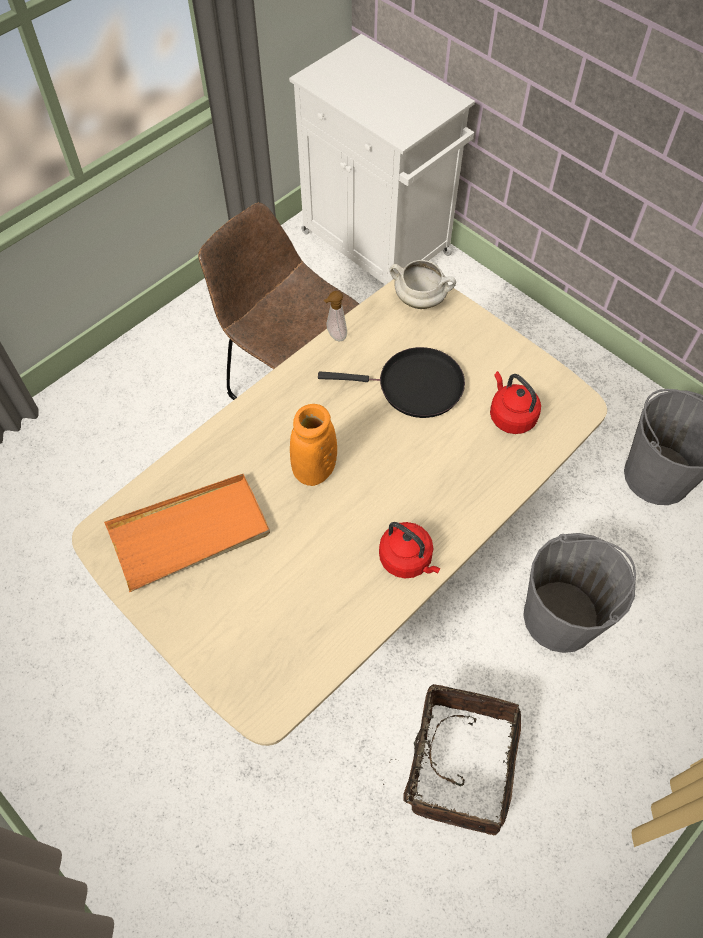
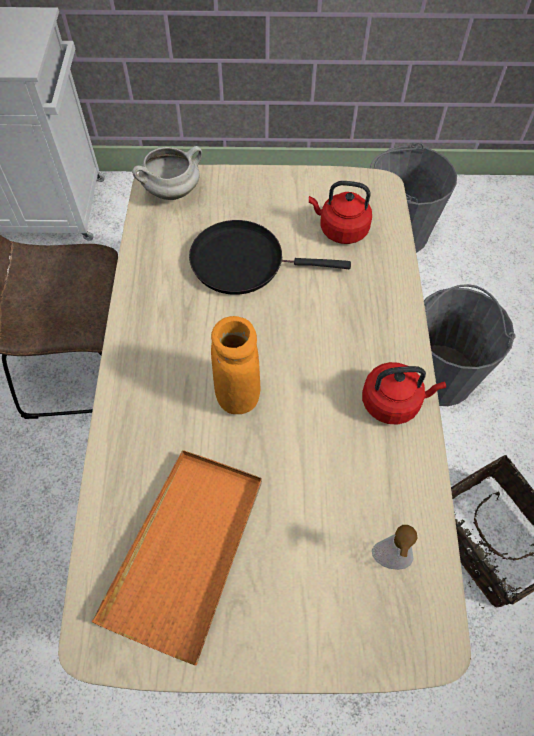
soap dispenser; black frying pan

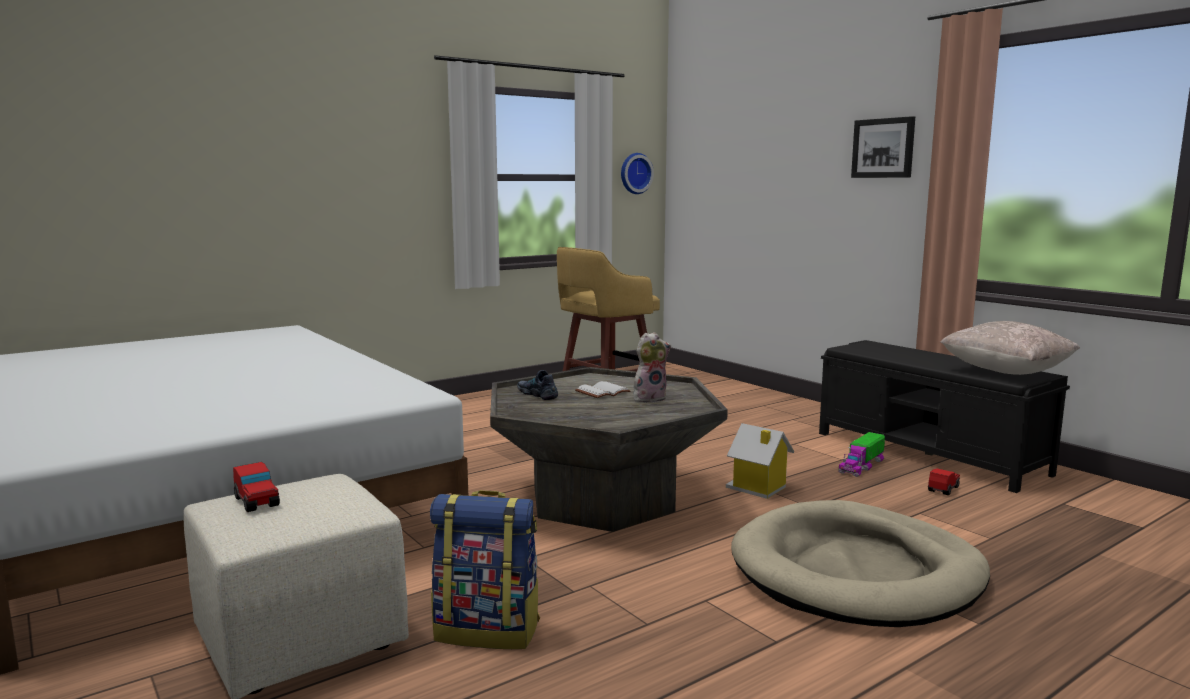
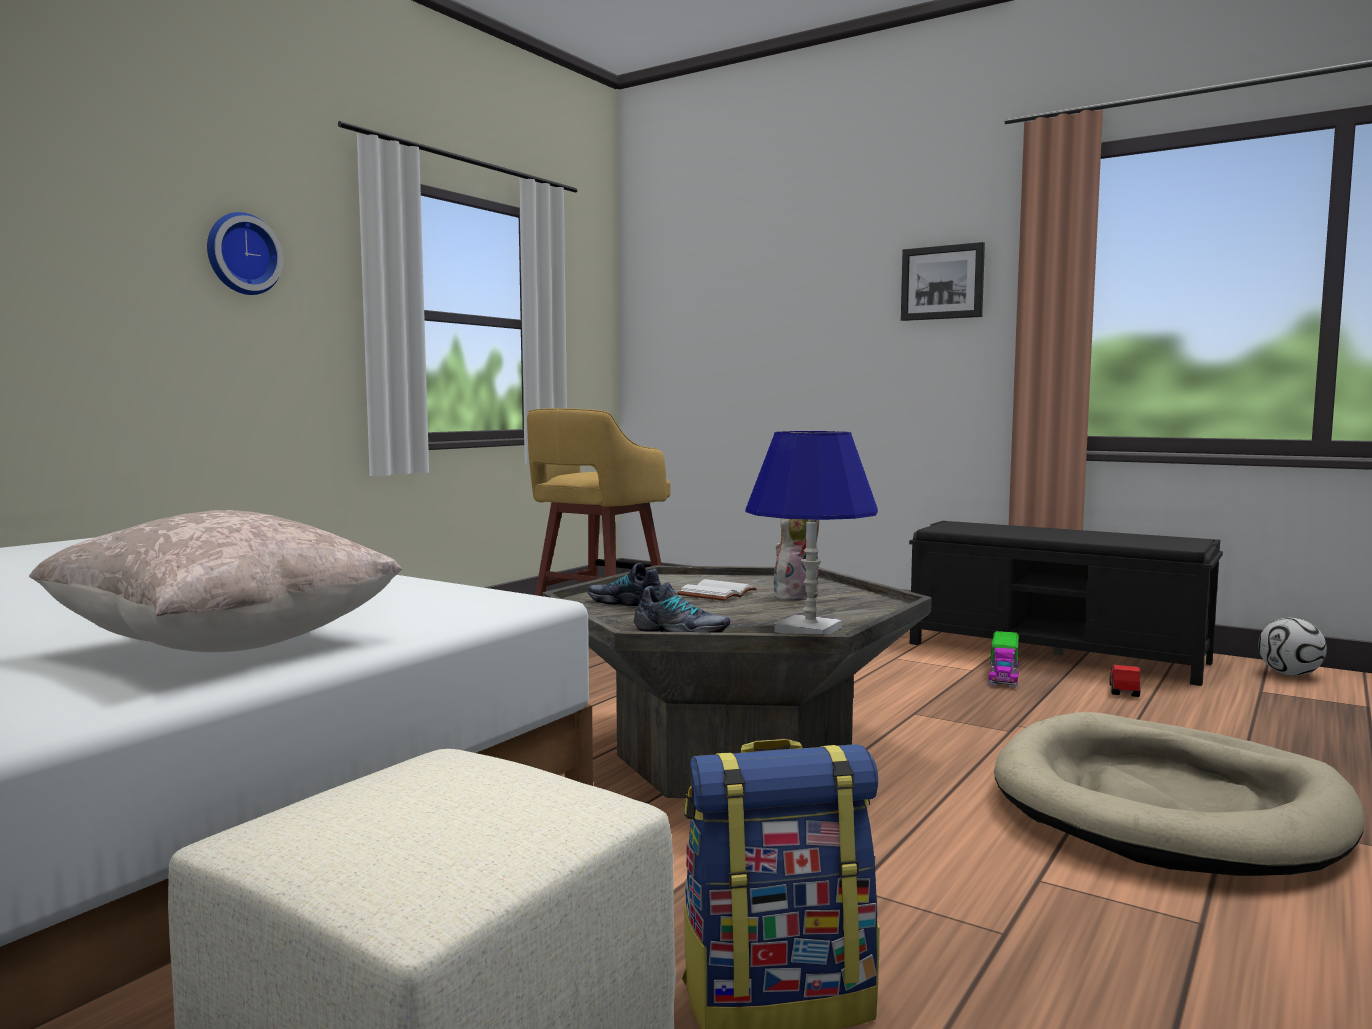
wall clock; beige pillow; toy house; toy car (1st from left in the first image); blue table lamp; shoe (2nd from left); football

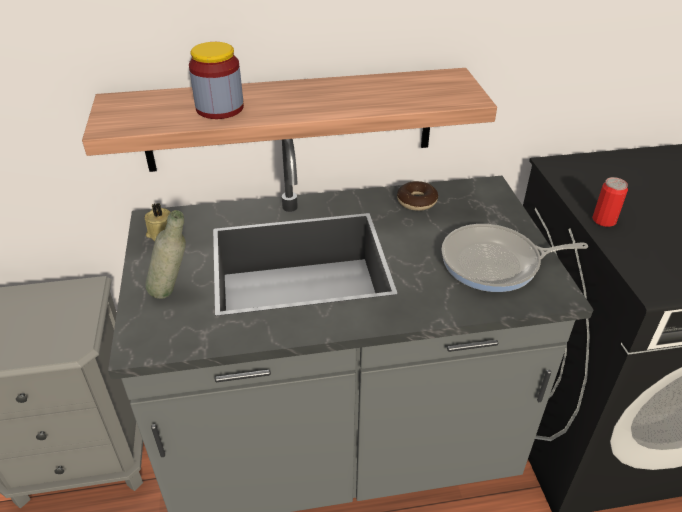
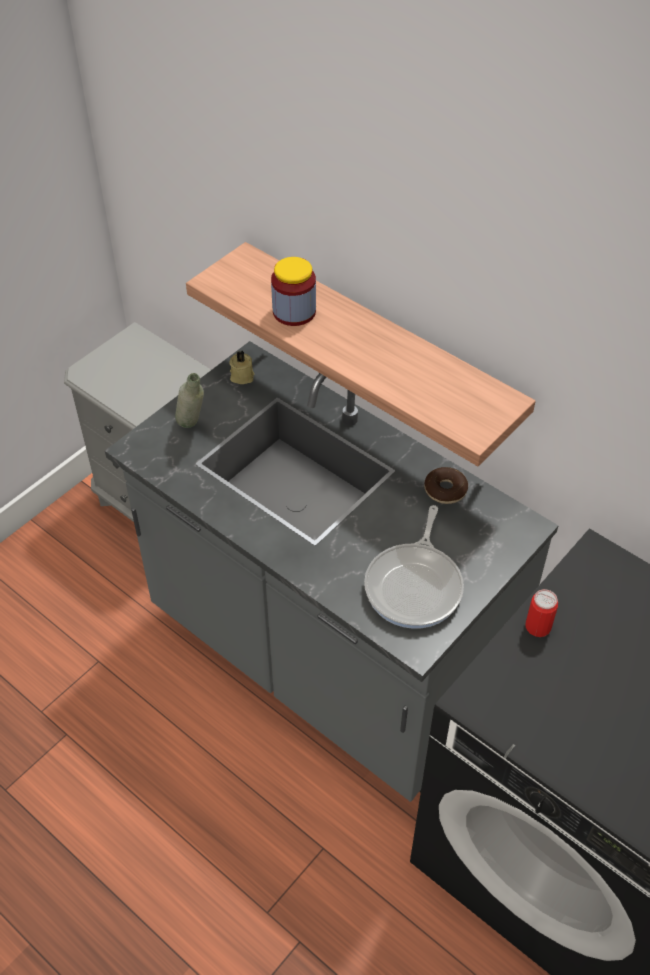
frying pan

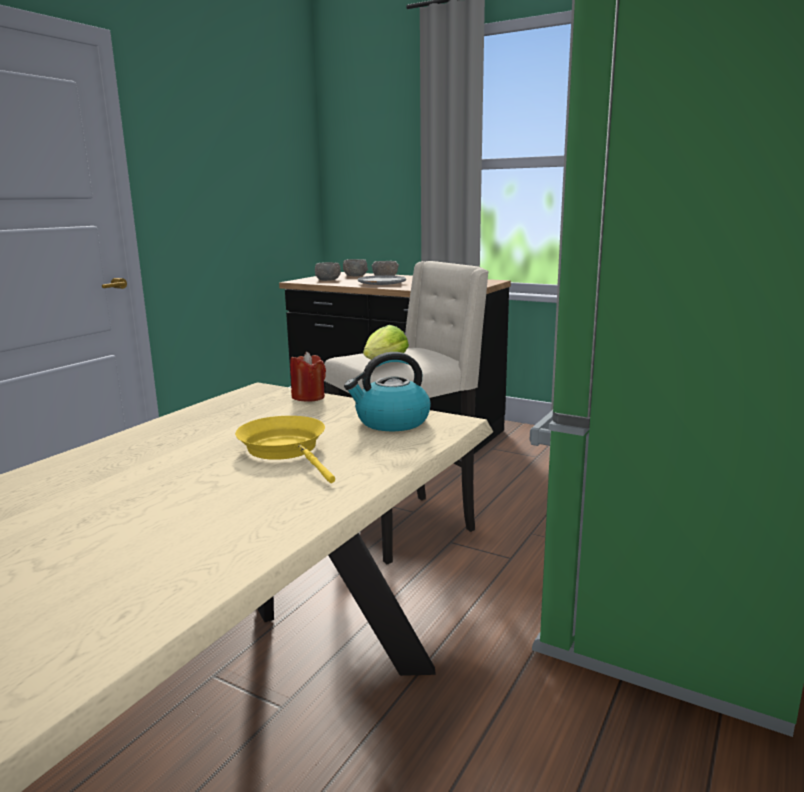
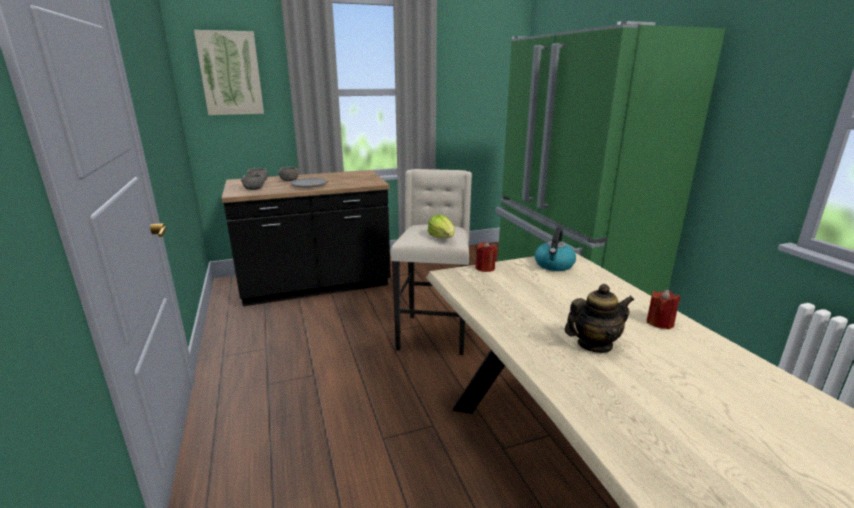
yellow frying pan; picture; teapot; red candle (2nd from left)

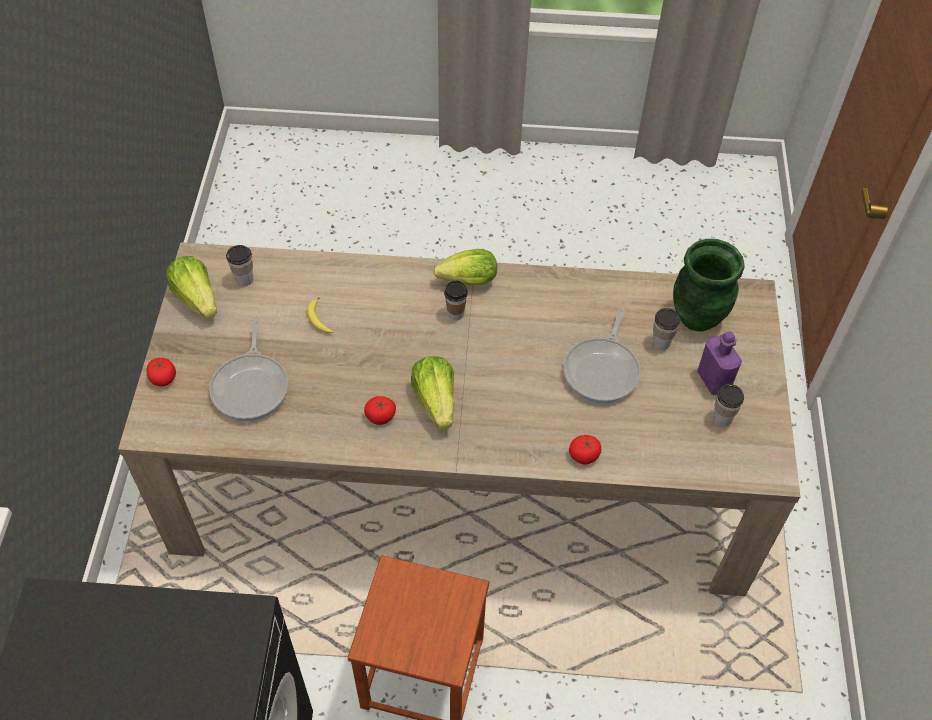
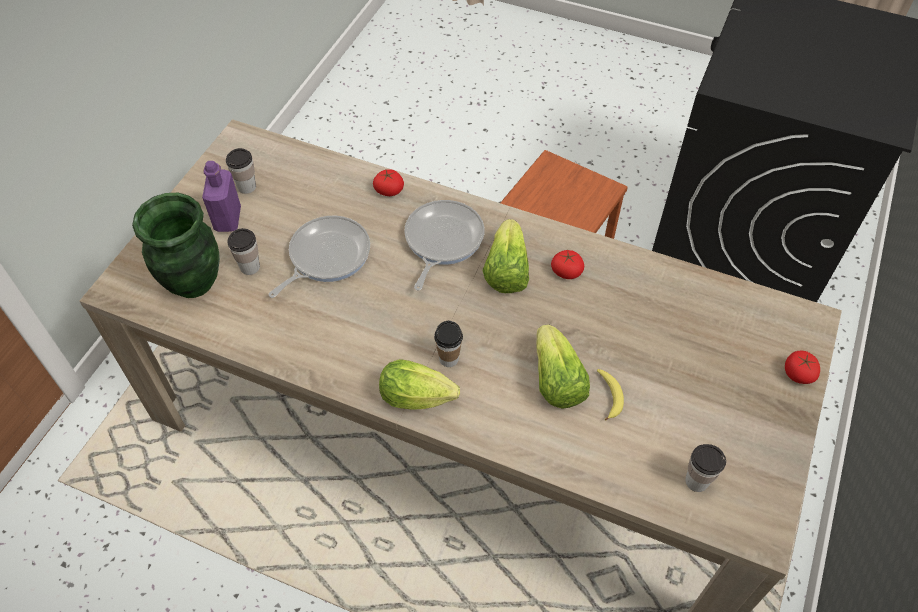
lettuce (3rd from left); frying pan (2nd from left)

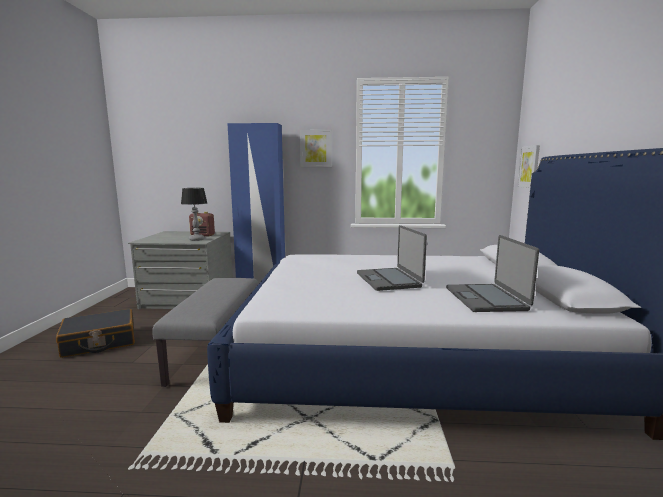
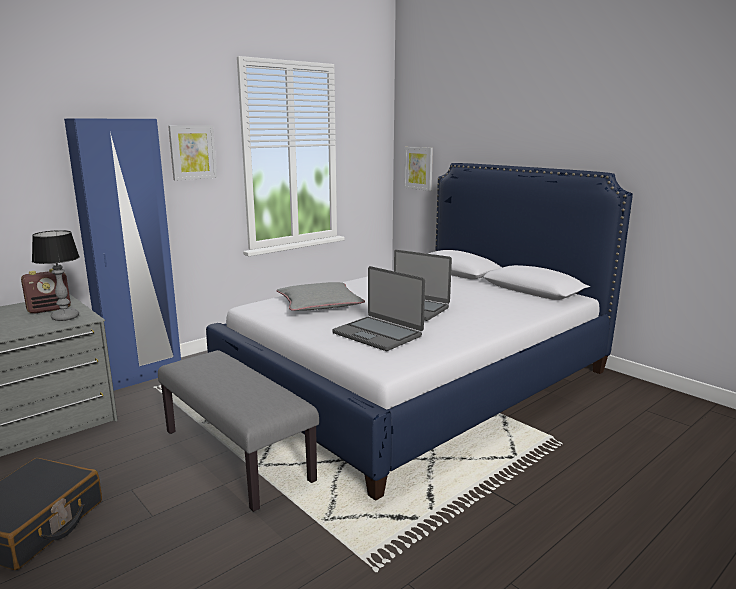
laptop (1st from left); grey pillow

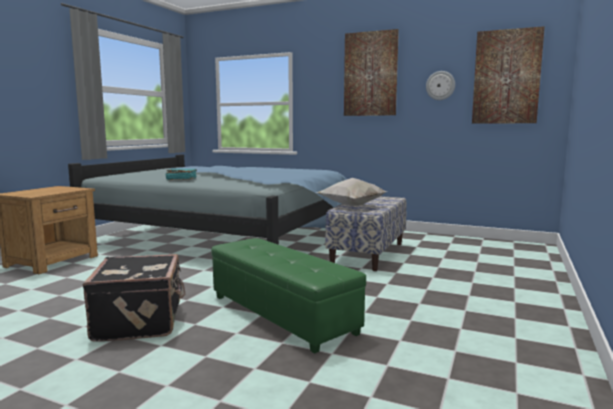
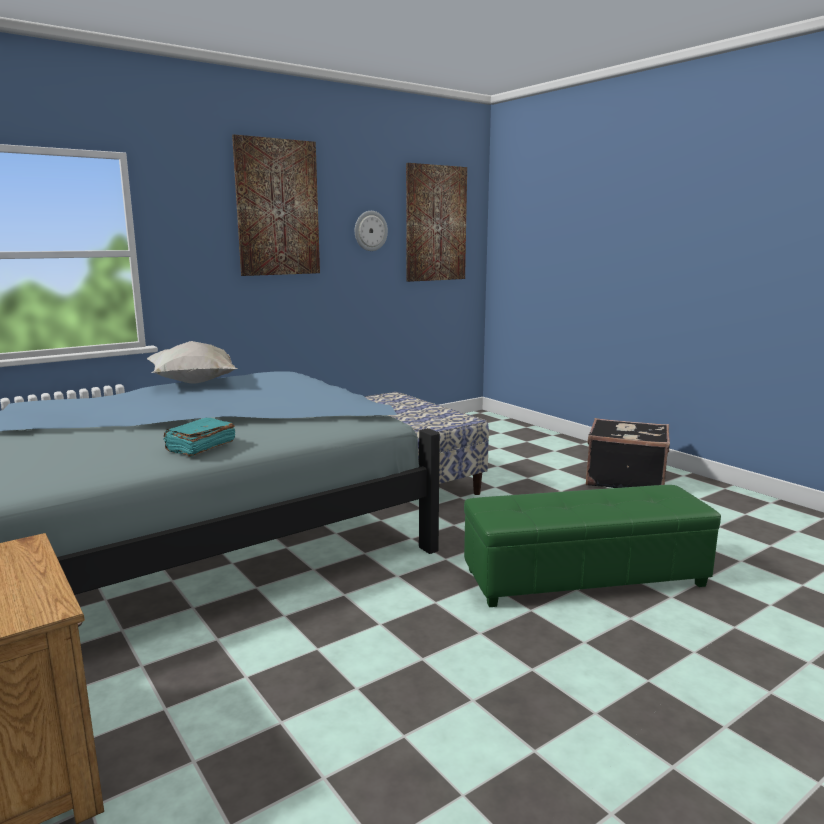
white pillow; black suitcase

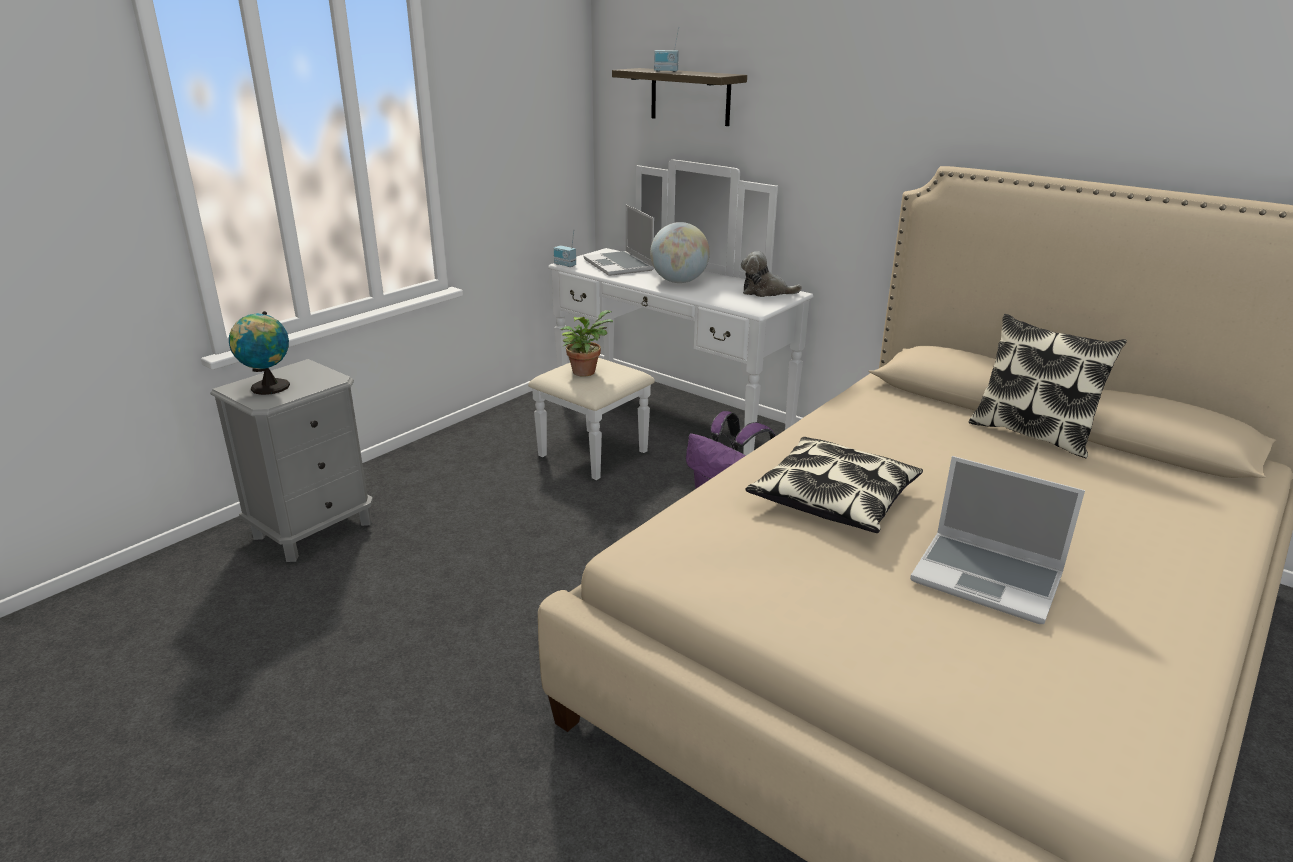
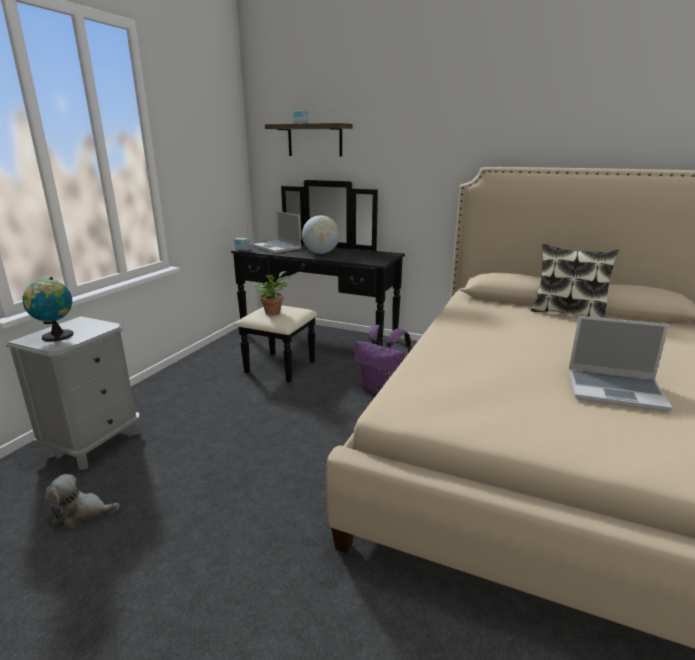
black dresser; plush toy; pillow (1st from left in the first image)

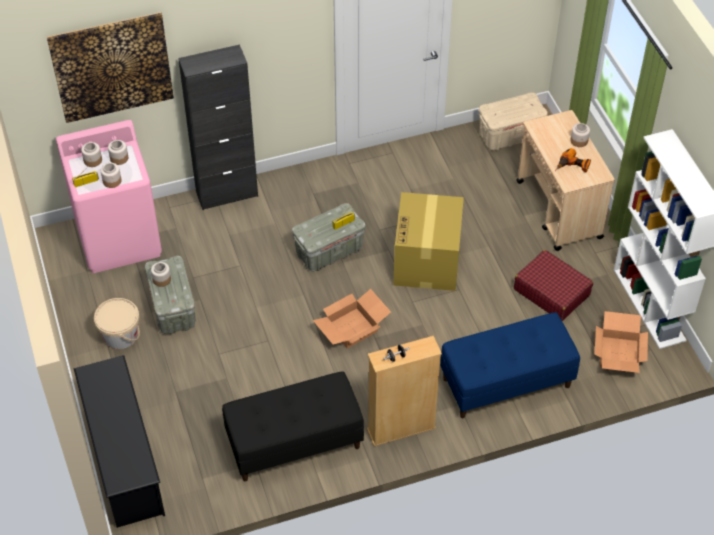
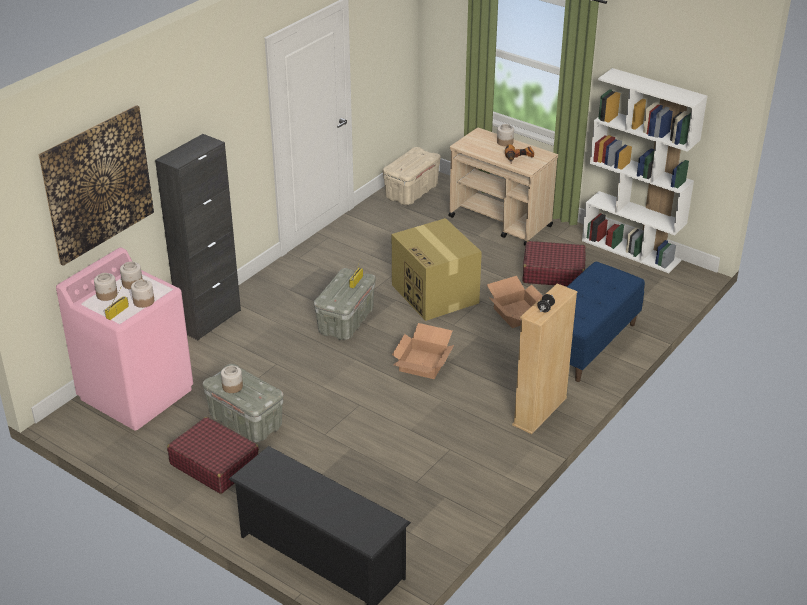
red suitcase (1st from left); cardboard box (3rd from left); black bench

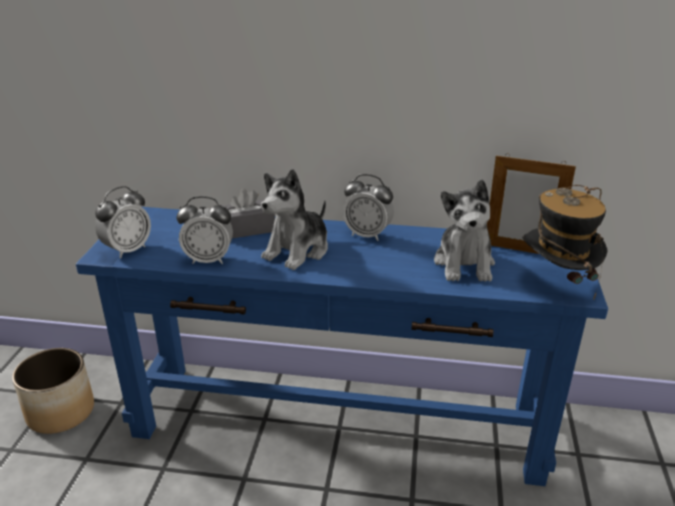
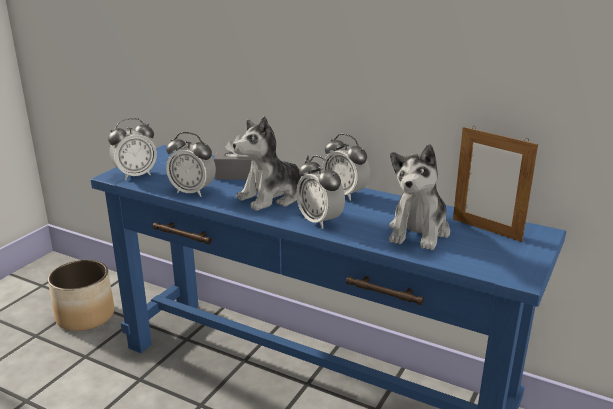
hat; alarm clock (3rd from left)

